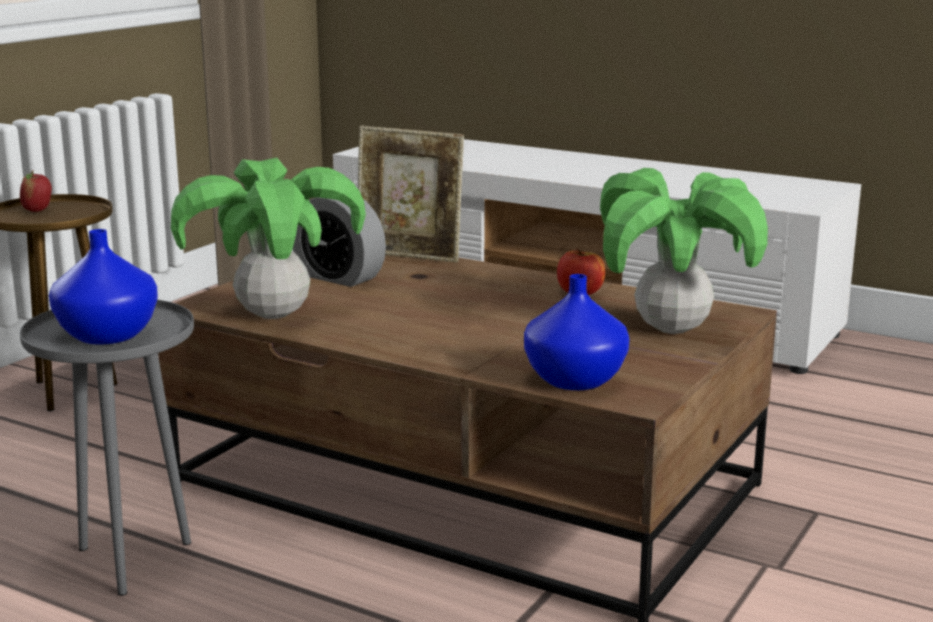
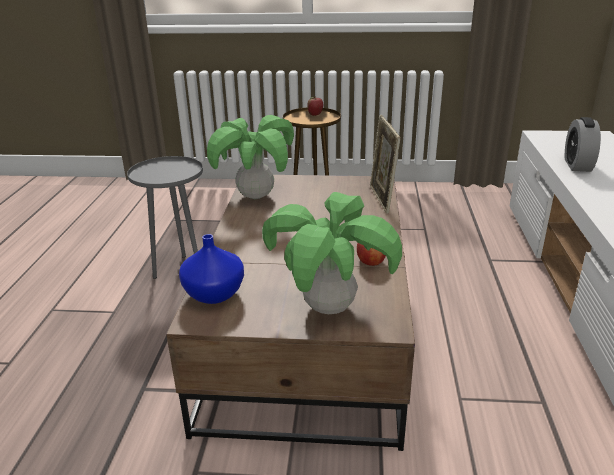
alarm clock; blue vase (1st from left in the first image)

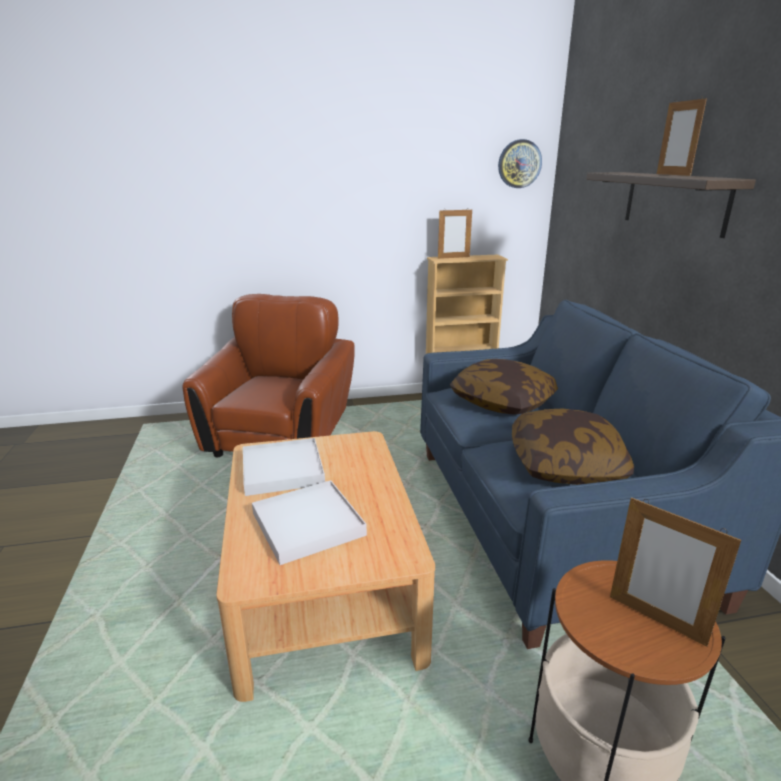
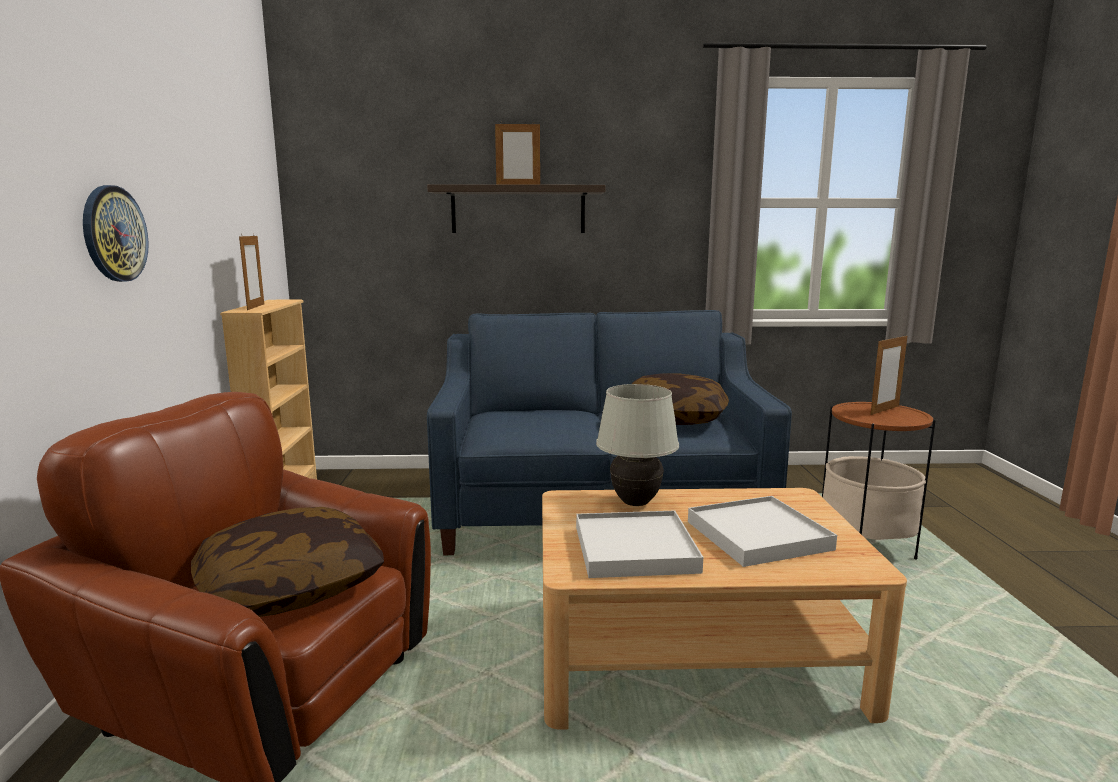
wall clock; pillow (1st from left); white table lamp

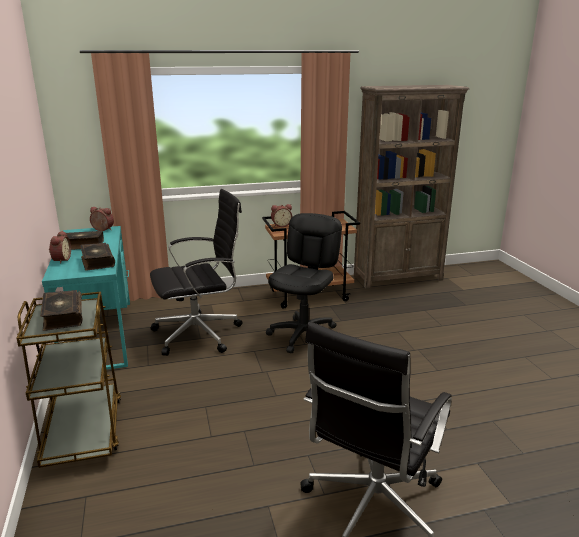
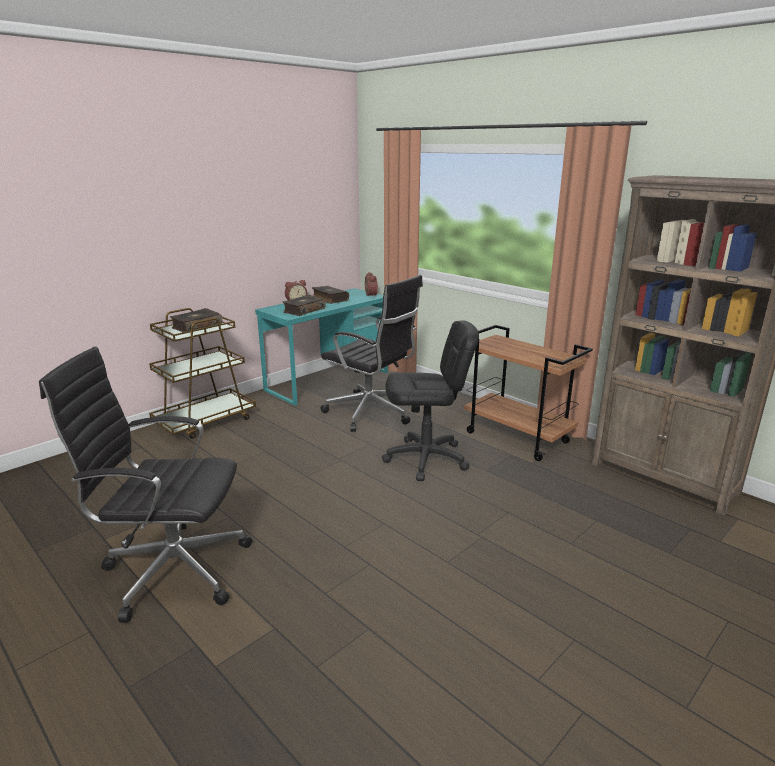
alarm clock (3rd from left in the first image)

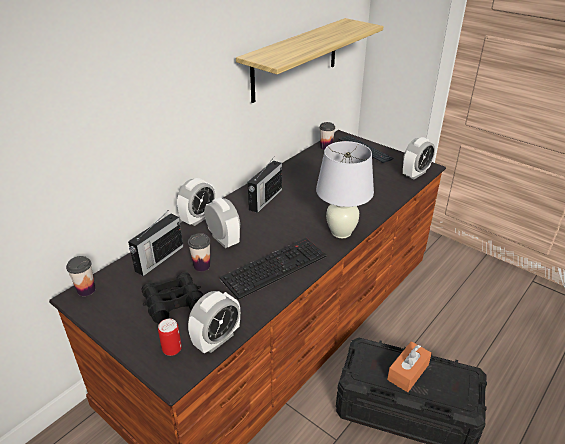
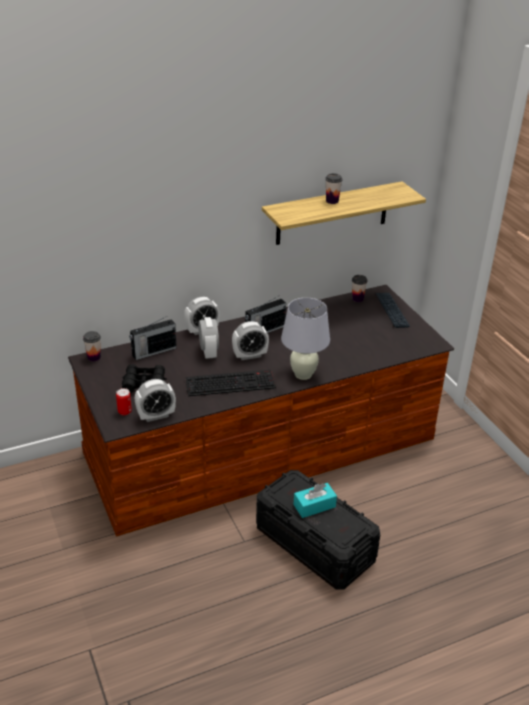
alarm clock (4th from left); cup (2nd from left); turquoise tissue box

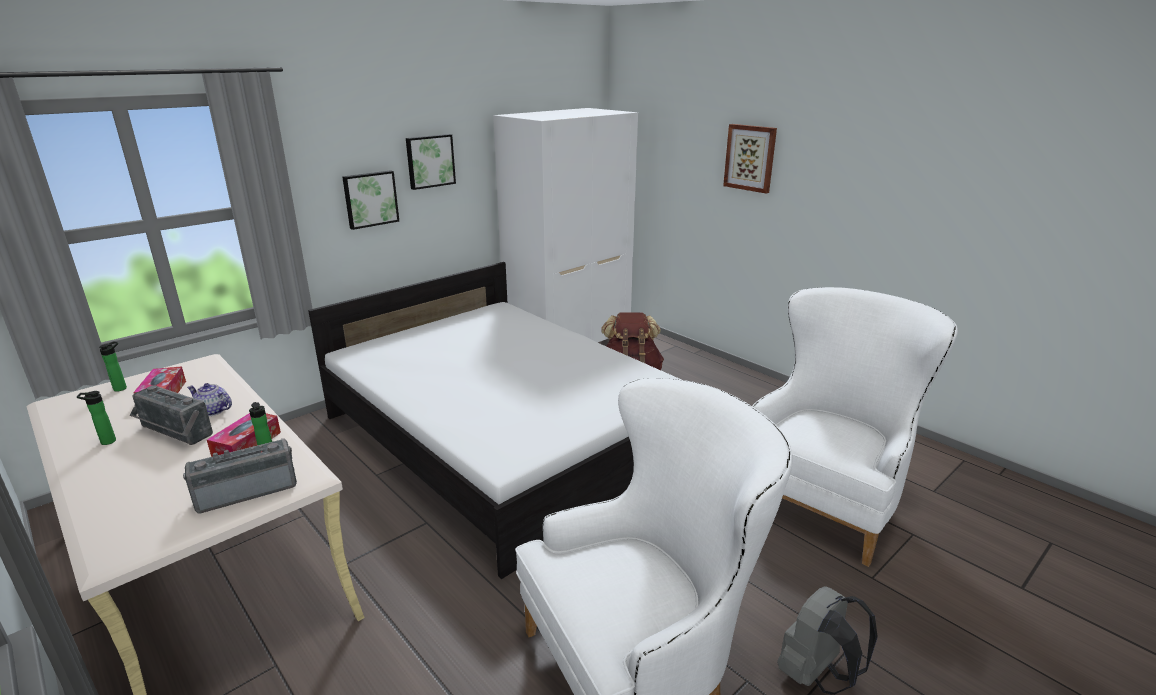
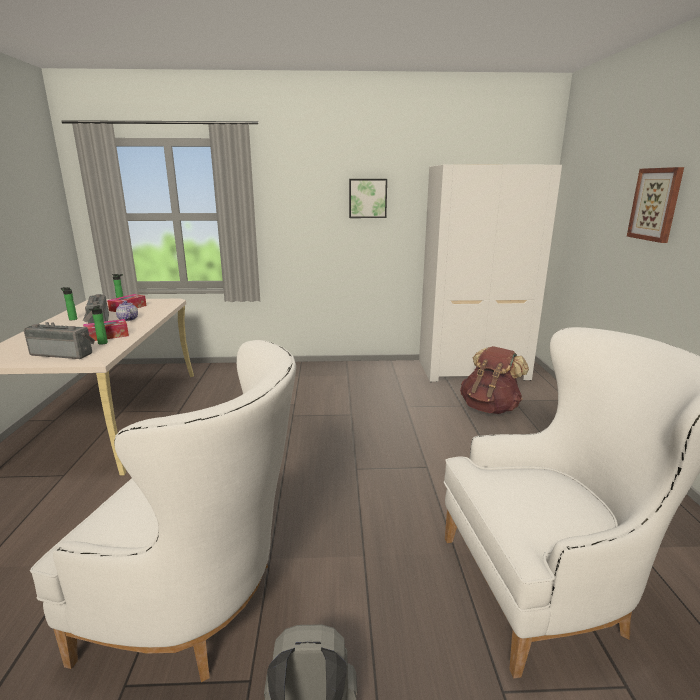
picture (1st from left in the first image); white bed

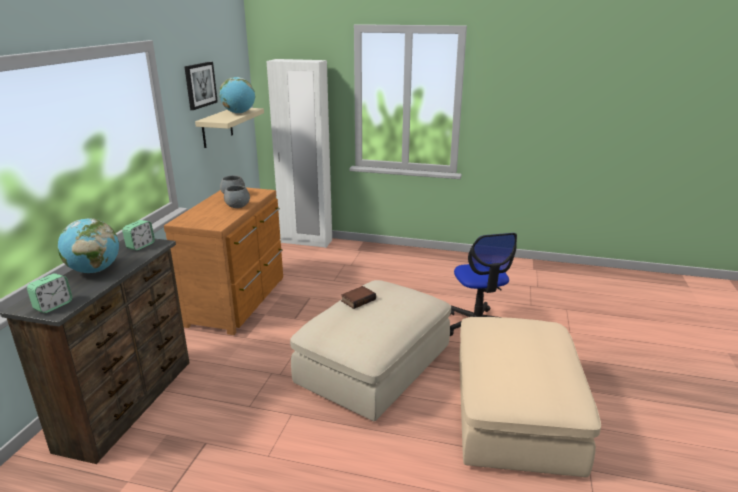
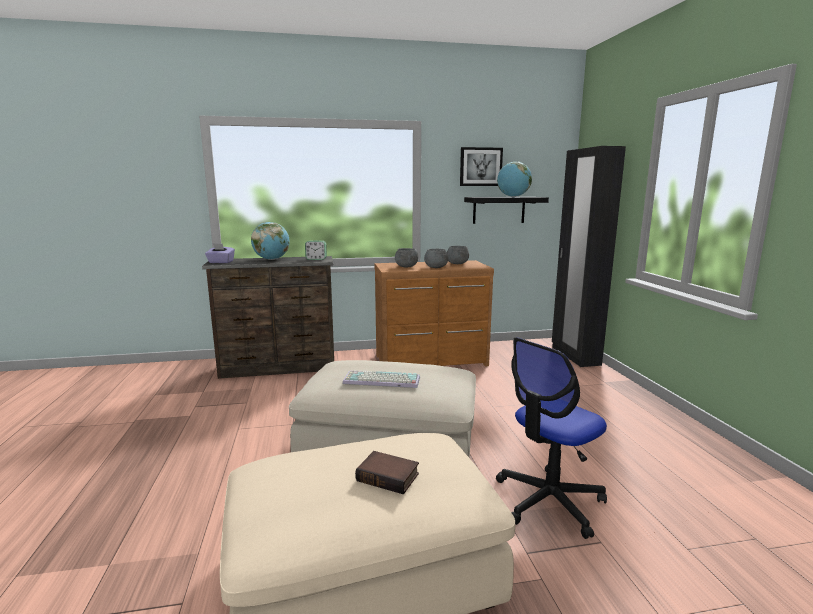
black wardrobe; black shelf; purple tissue box; book; grey bowl (1st from left); keyboard

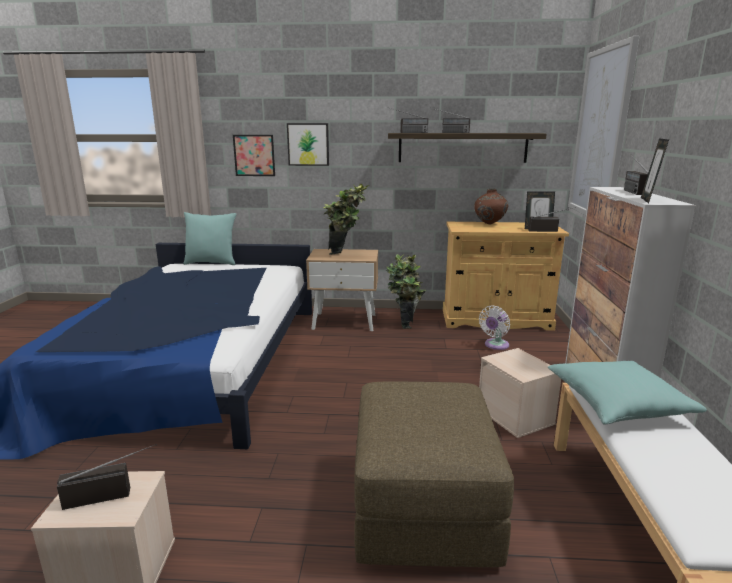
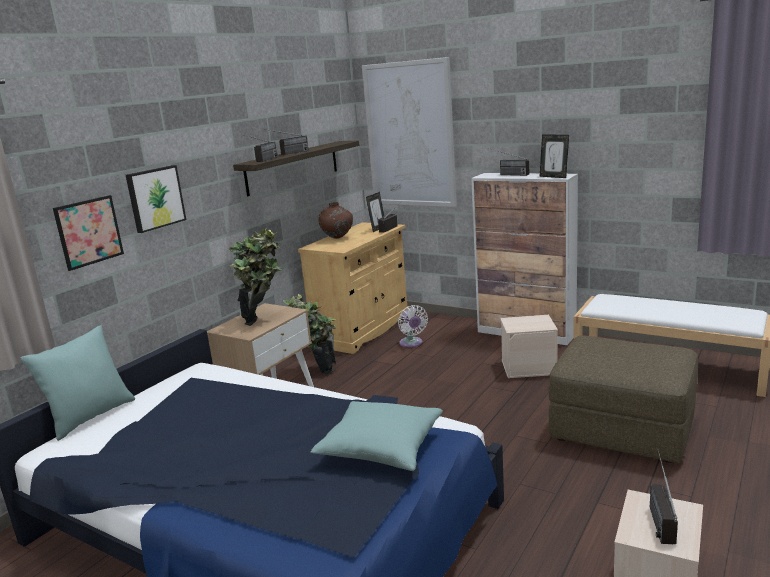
turquoise pillow (2nd from left)

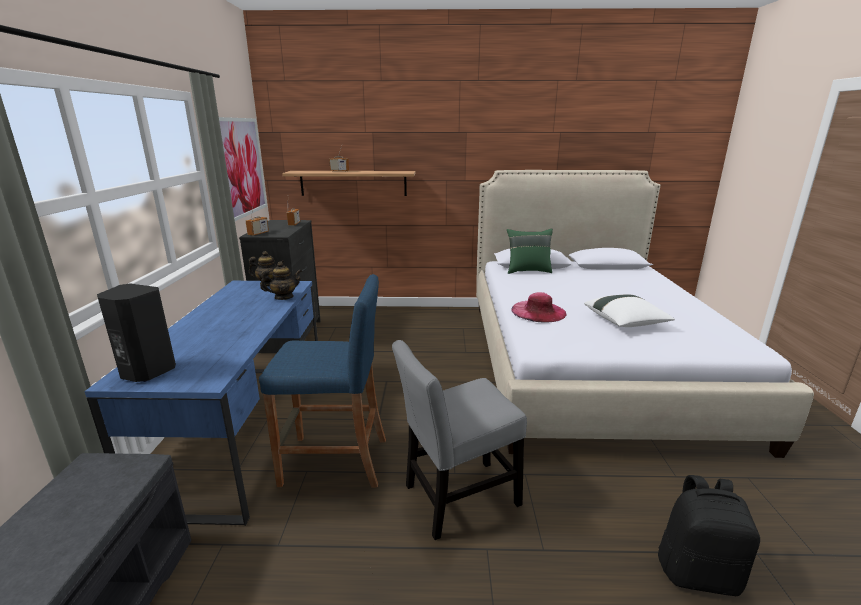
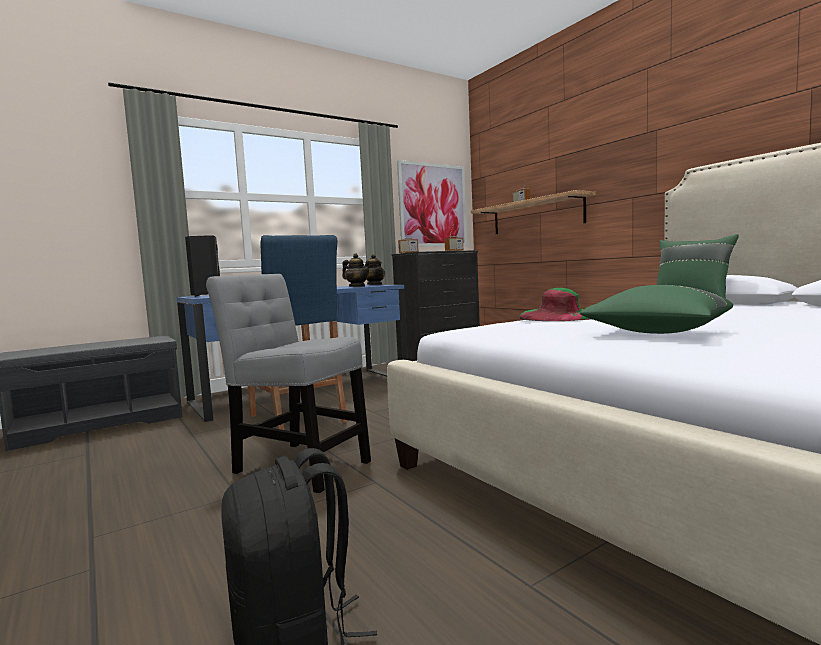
green hat; green pillow (1st from left)

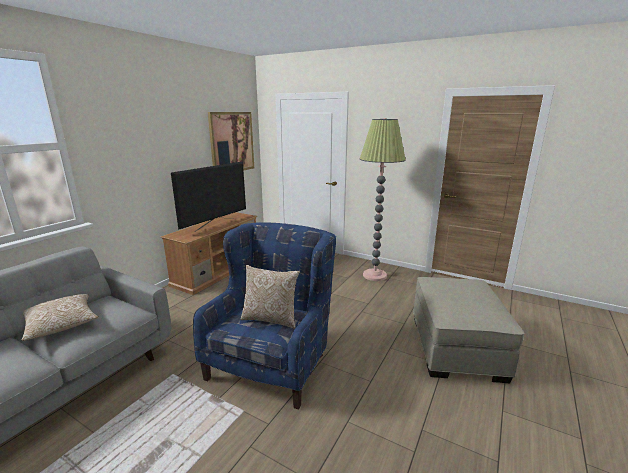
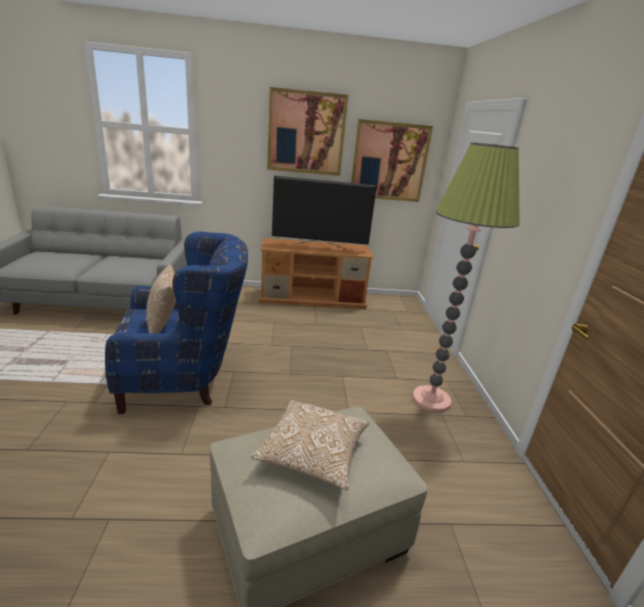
pillow (2nd from left); picture (1st from left)

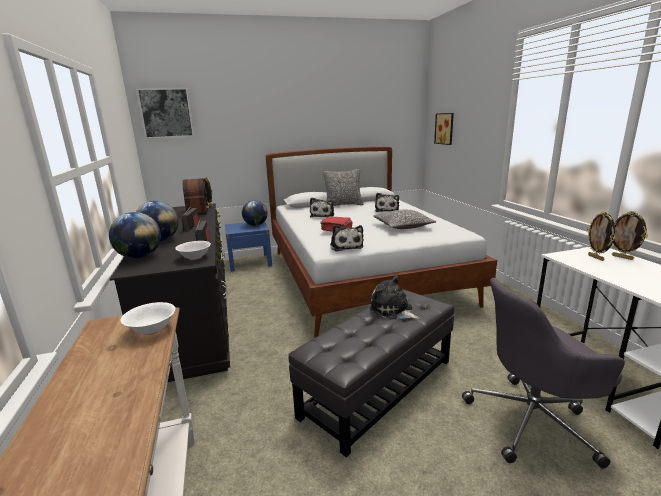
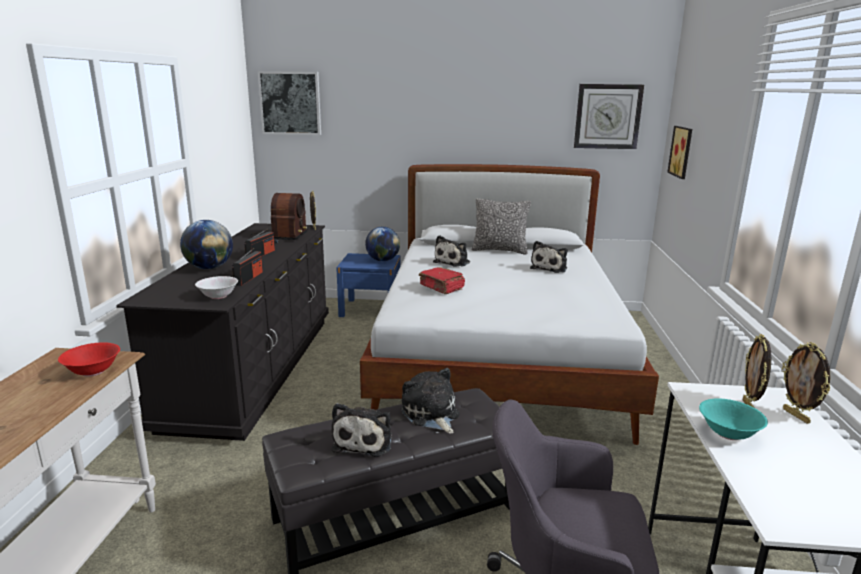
pillow (2nd from left in the first image); globe (1st from left in the first image); plush toy (1st from left); red bowl; wall clock; turquoise bowl

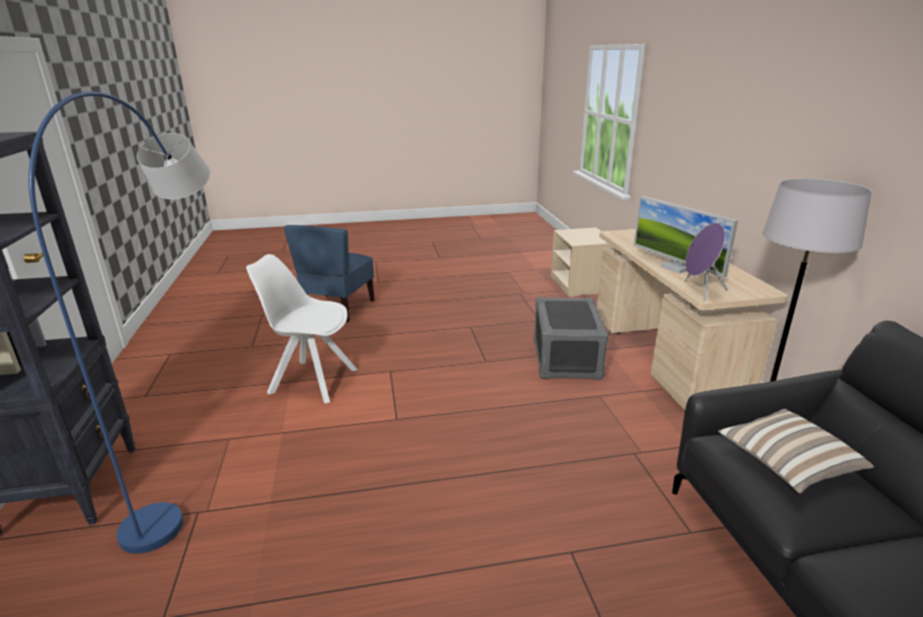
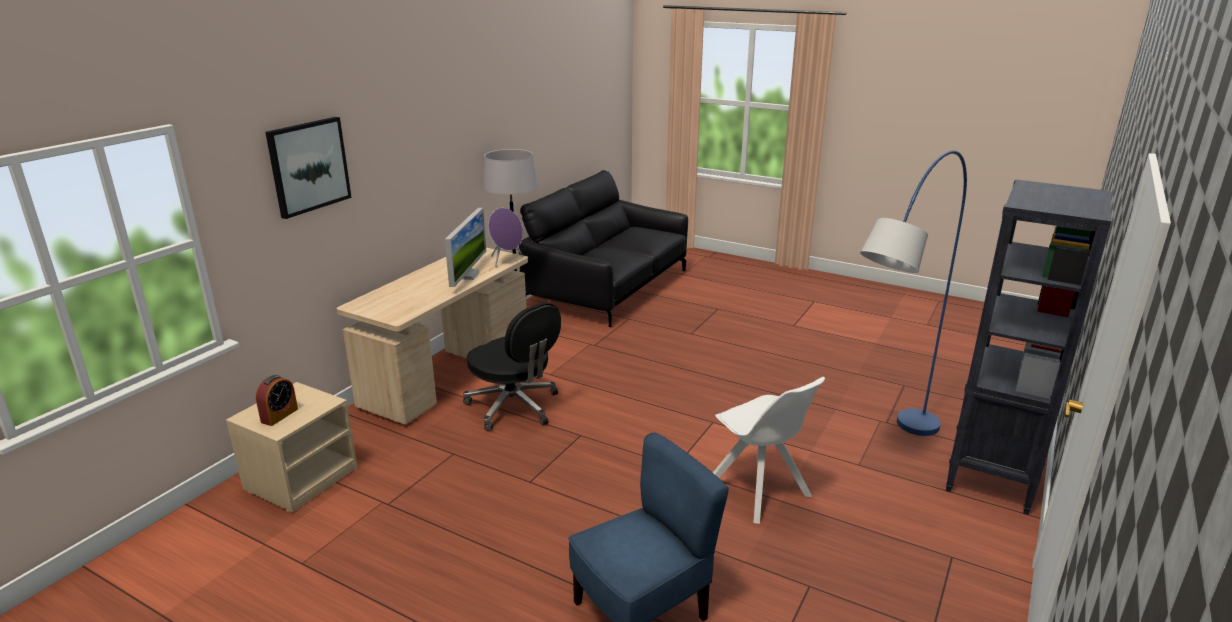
black office chair; pillow; picture; alarm clock

